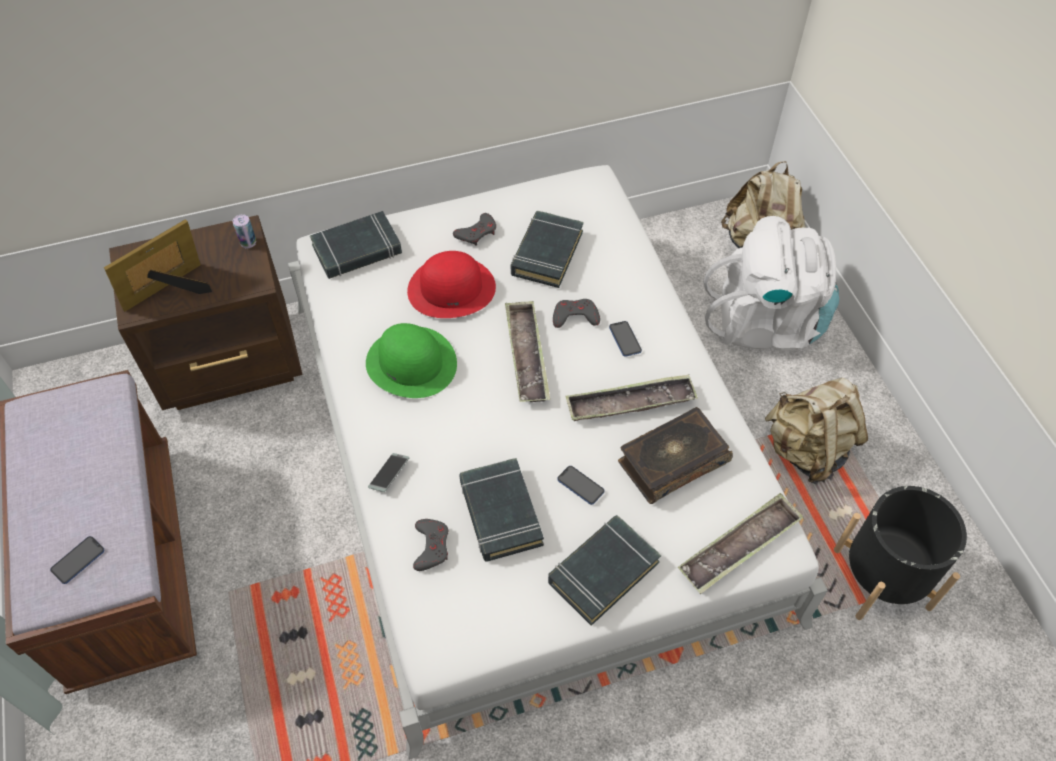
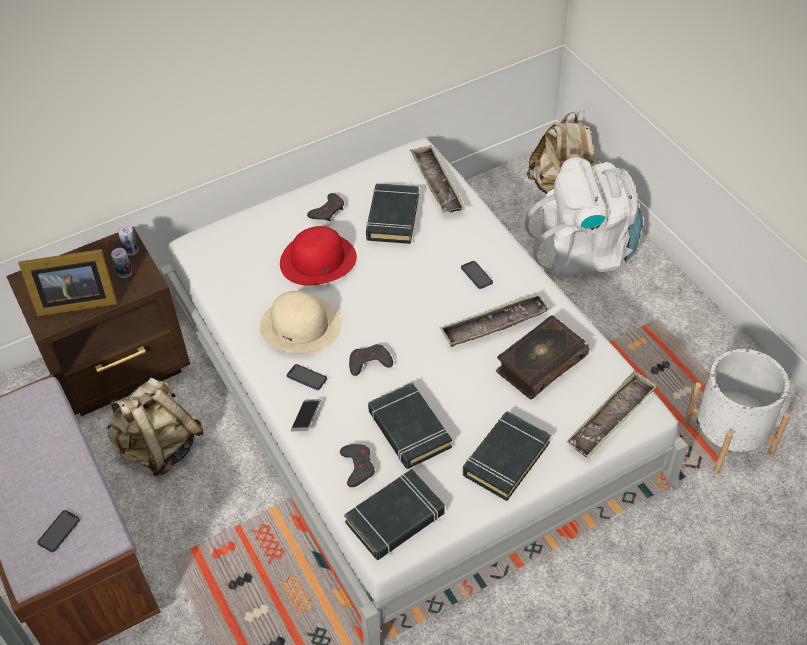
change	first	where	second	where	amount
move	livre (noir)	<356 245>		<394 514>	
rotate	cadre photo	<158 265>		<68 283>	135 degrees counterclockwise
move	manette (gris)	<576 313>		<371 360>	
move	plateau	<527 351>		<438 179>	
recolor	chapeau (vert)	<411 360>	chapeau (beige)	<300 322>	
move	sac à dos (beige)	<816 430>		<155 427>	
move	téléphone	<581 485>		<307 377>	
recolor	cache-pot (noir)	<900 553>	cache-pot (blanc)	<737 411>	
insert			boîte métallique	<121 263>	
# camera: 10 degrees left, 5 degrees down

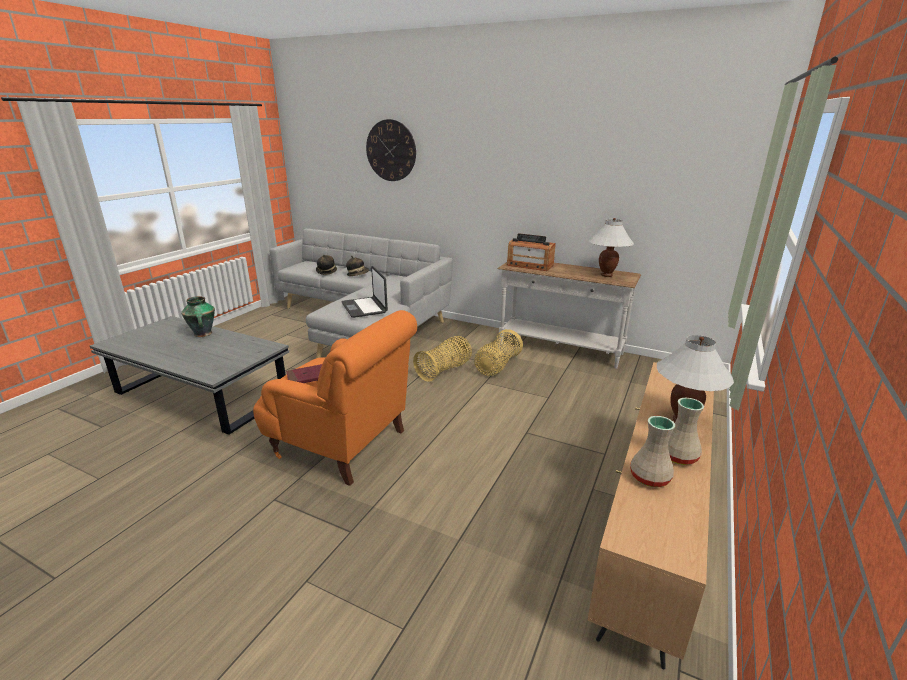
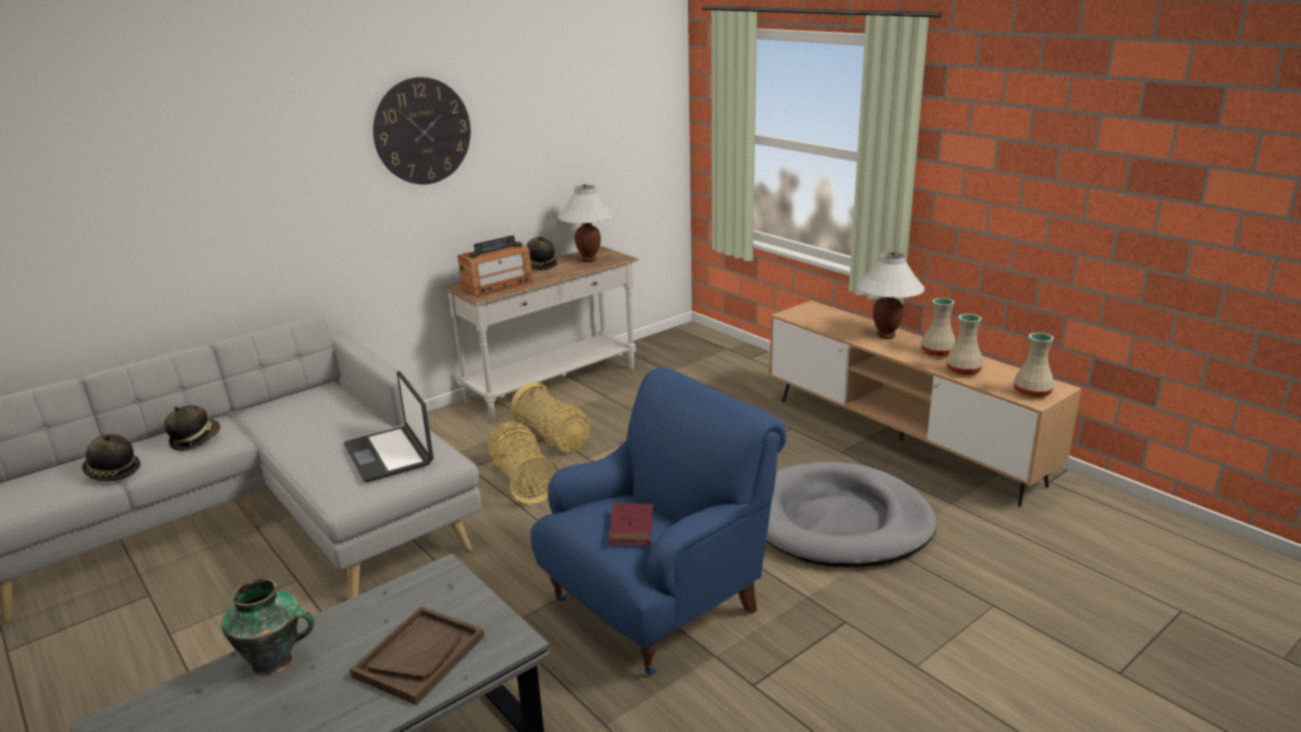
change	first	where	second	where	amount
move	horloge murale	<391 150>		<422 130>	
rotate	ordinateur portable	<364 292>		<389 426>	60 degrees clockwise
recolor	fauteuil (orange)	<335 398>	fauteuil (bleu)	<658 521>	
insert			chapeau	<541 253>	
insert			vase (beige)	<1034 365>	
insert			panier pour chien (gris)	<851 515>	
insert			plateau (marron)	<417 655>	
# camera: 65 degrees left, 0 degrees up

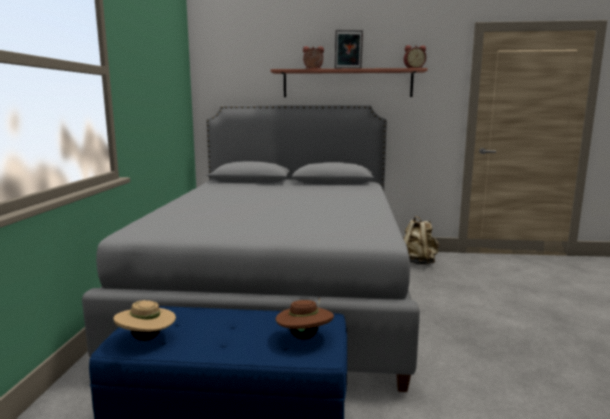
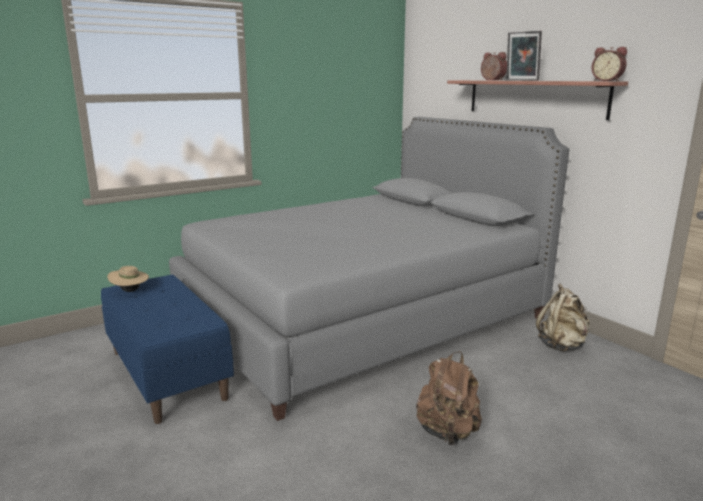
change	first	where	second	where	amount
delete	chapeau (marron)	<305 319>			
insert			sac à dos (marron)	<449 398>	
# camera: 50 degrees right, 5 degrees up

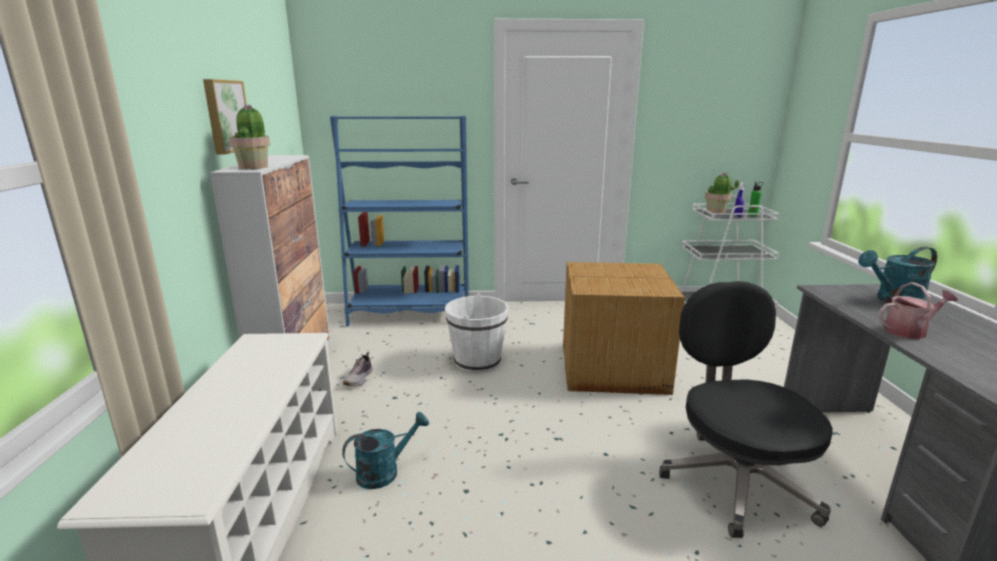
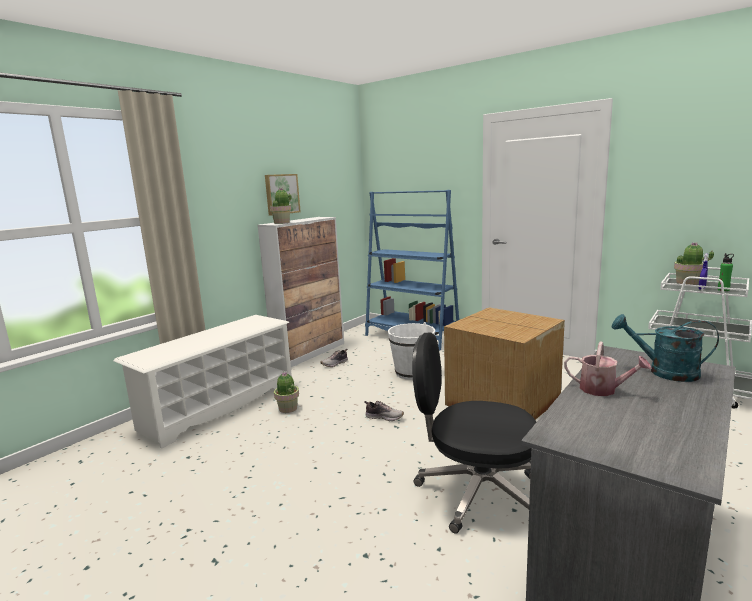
change	first	where	second	where	amount
rotate	chaise de bureau (noir)	<746 409>		<474 433>	105 degrees counterclockwise
replace	arrosoir (turquoise)	<385 450>	plante en pot	<286 392>	
insert			chaussure	<384 411>	
# camera: 40 degrees right, 5 degrees down

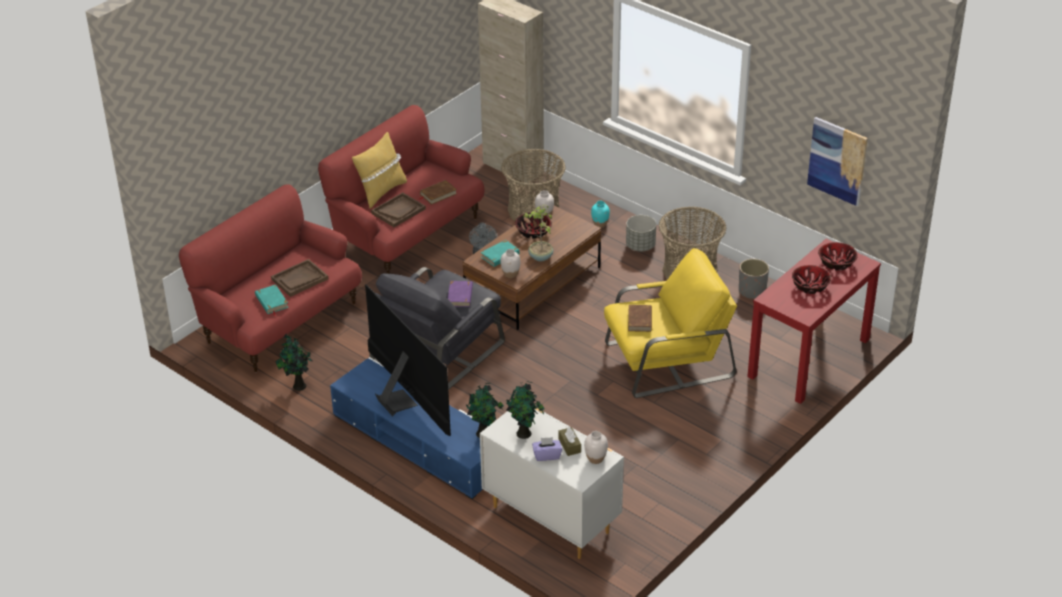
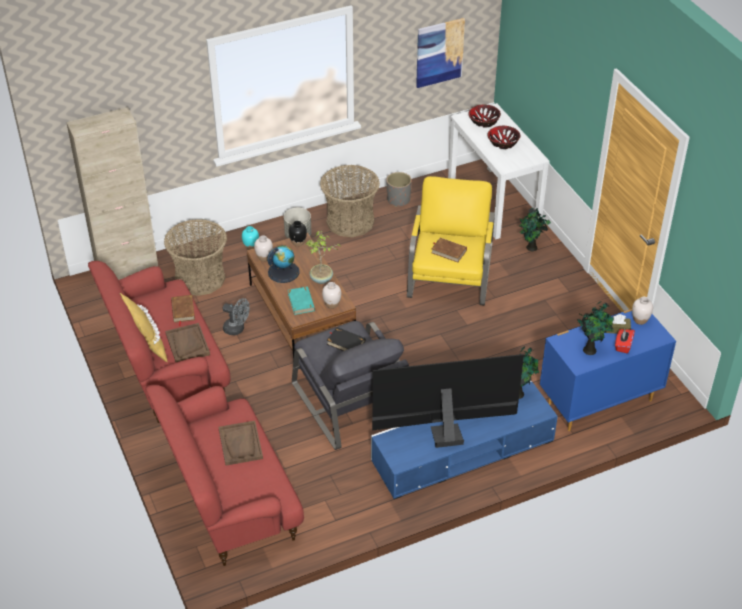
change	first	where	second	where	amount
replace	bol	<533 225>	globe	<283 264>	
recolor	table console (rouge)	<814 321>	table console (blanc)	<499 171>	
recolor	livre (violet)	<460 294>	livre (noir)	<346 339>	
delete	livre (turquoise)	<272 300>			
move	plante en pot	<294 362>		<535 229>	
recolor	commode (blanc)	<552 483>	commode (bleu)	<608 370>	
recolor	boîte à mouchoirs (violet)	<547 449>	boîte à mouchoirs (rouge)	<625 341>	
insert			vase (noir)	<298 234>	
# camera: 65 degrees left, 5 degrees up

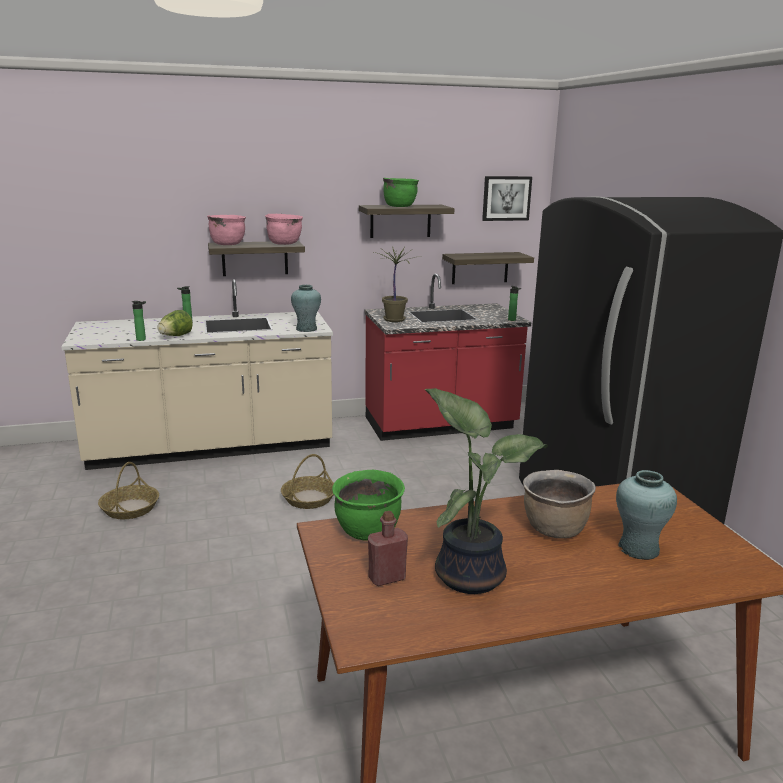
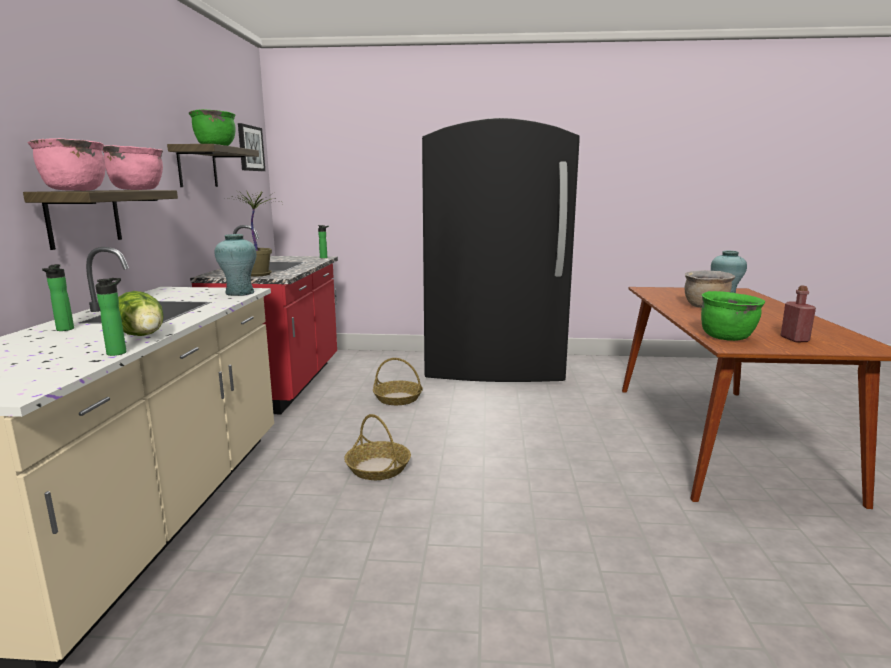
change	first	where	second	where	amount
delete	étagère	<488 268>			
delete	plante en pot	<486 491>			
move	panier	<128 490>		<398 381>	
# camera: 70 degrees left, 5 degrees down

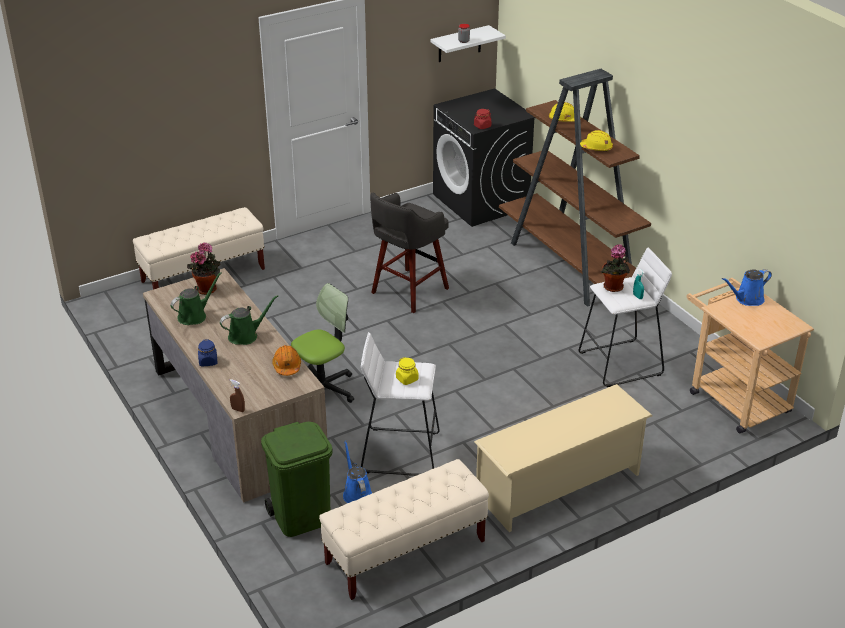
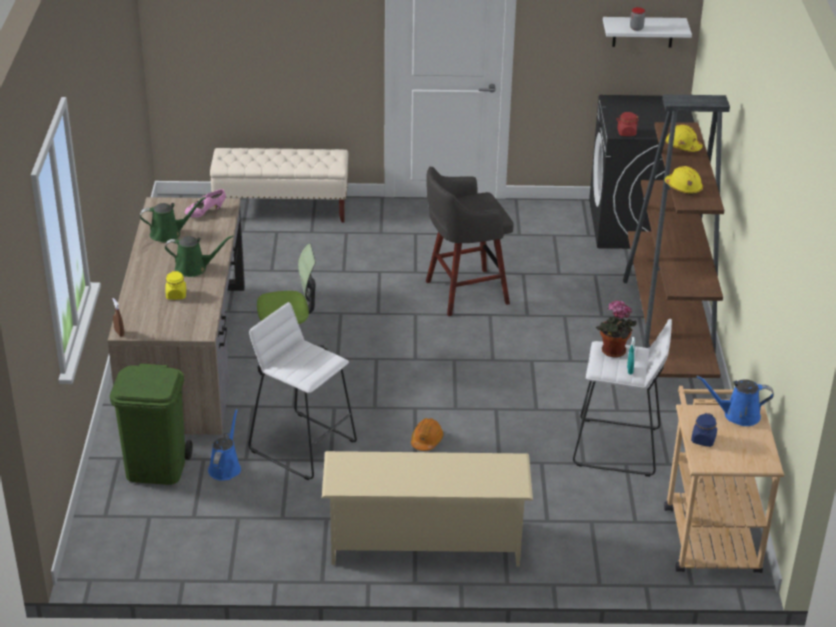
change	first	where	second	where	amount
replace	plante en pot	<204 268>	chaussure (rose)	<205 203>	
move	bocal (bleu)	<207 352>		<704 430>	
move	casque de chantier (orange)	<286 360>		<427 434>	
move	bocal (jaune)	<407 371>		<175 285>	
delete	banc (beige)	<404 529>			
# camera: 30 degrees right, 0 degrees up

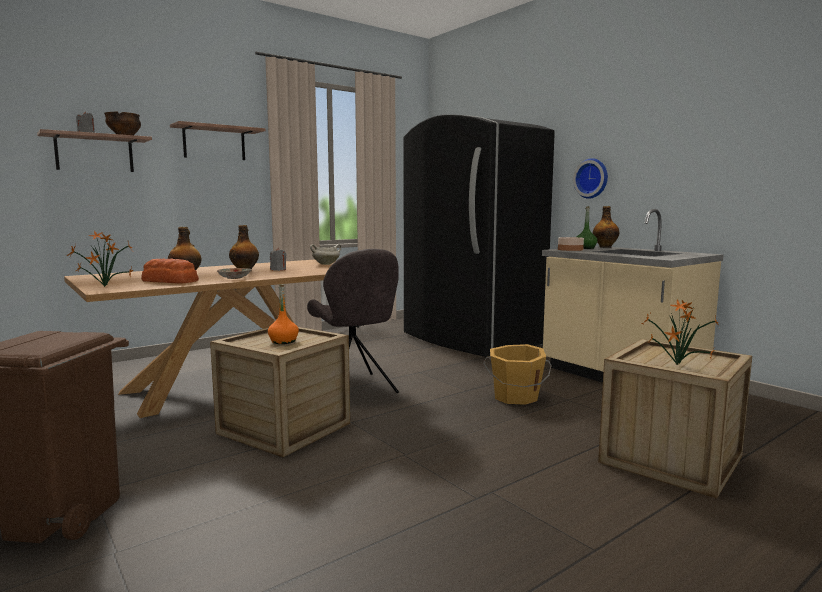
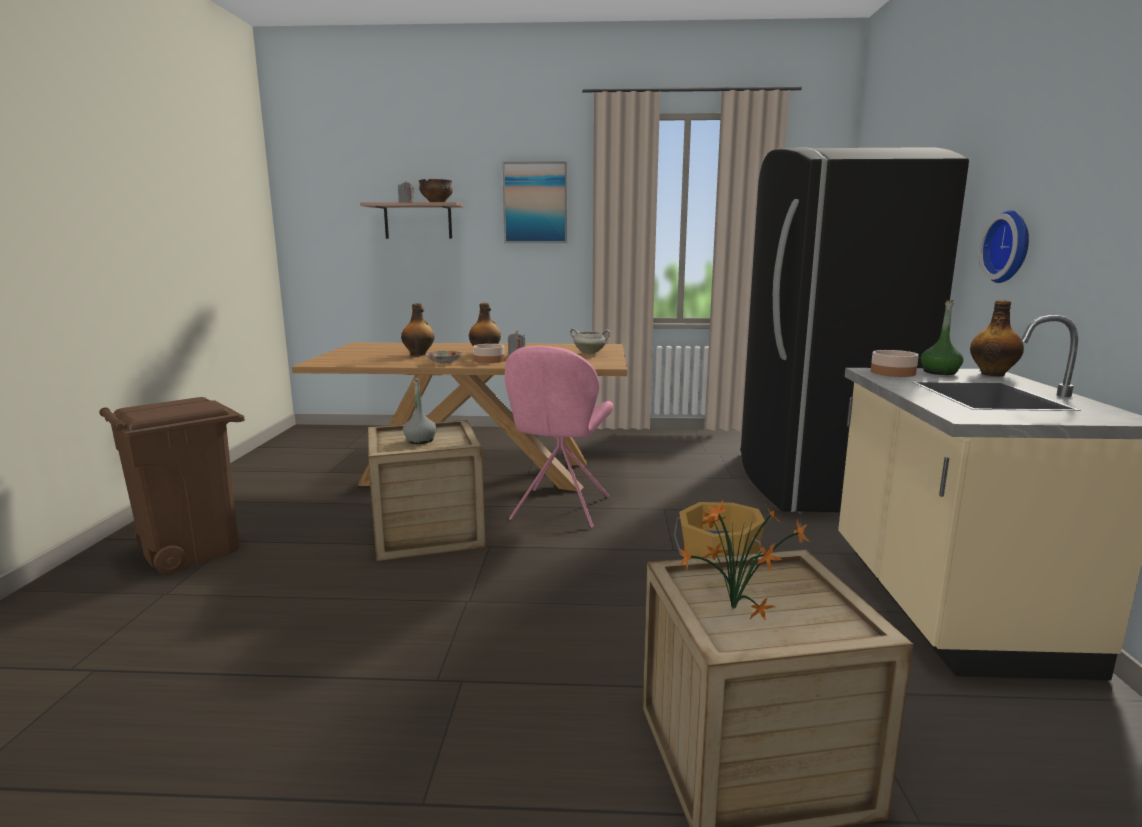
change	first	where	second	where	amount
replace	étagère	<217 140>	tableau	<534 202>	
delete	plante en pot	<100 259>			
recolor	chaise (gris)	<353 321>	chaise (rose)	<559 437>	
delete	pain	<170 271>			
recolor	bouteille (orange)	<283 314>	bouteille (gris)	<420 411>	
insert			bol	<488 353>	
# camera: 40 degrees right, 5 degrees up

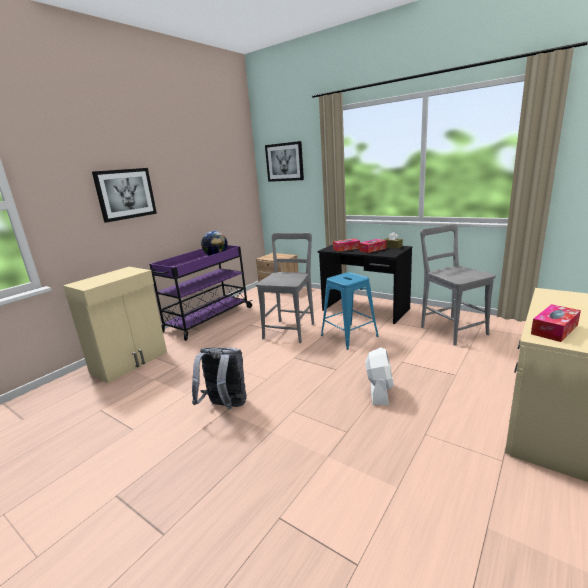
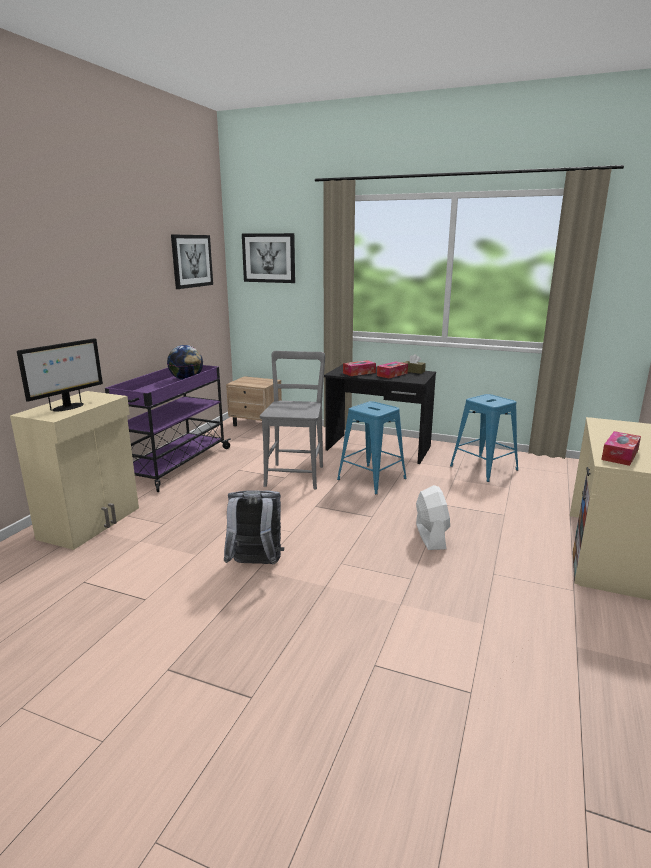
change	first	where	second	where	amount
move	tableau	<124 195>		<192 262>	
replace	chaise (gris)	<458 285>	tabouret (bleu)	<484 438>	
insert			écran d'ordinateur	<60 375>	
# camera: 15 degrees left, 0 degrees up

